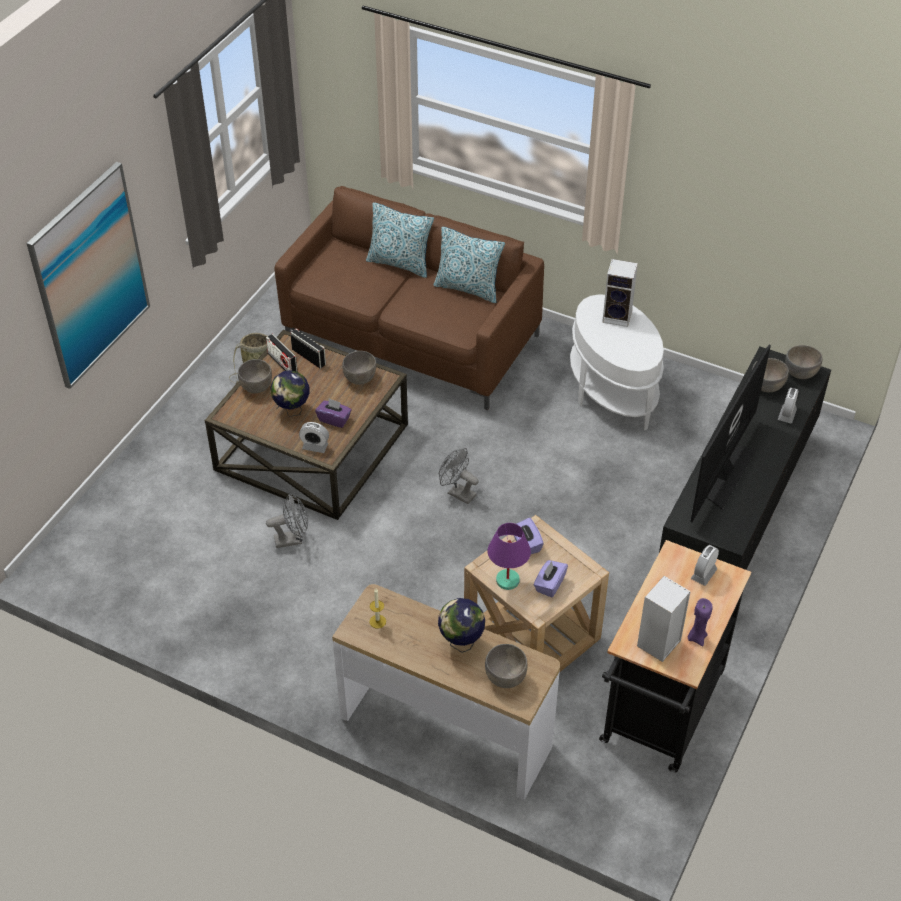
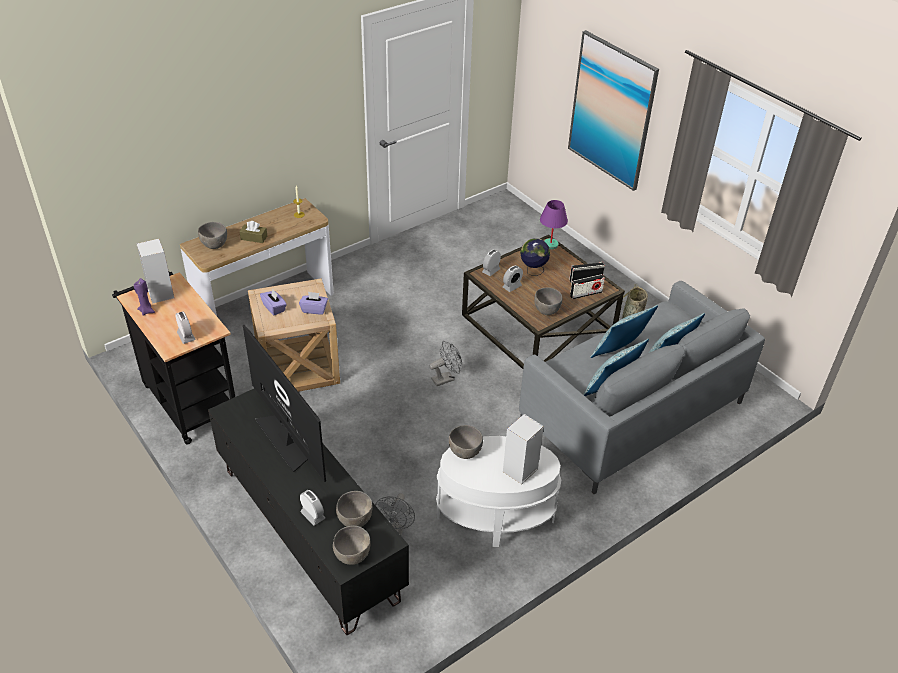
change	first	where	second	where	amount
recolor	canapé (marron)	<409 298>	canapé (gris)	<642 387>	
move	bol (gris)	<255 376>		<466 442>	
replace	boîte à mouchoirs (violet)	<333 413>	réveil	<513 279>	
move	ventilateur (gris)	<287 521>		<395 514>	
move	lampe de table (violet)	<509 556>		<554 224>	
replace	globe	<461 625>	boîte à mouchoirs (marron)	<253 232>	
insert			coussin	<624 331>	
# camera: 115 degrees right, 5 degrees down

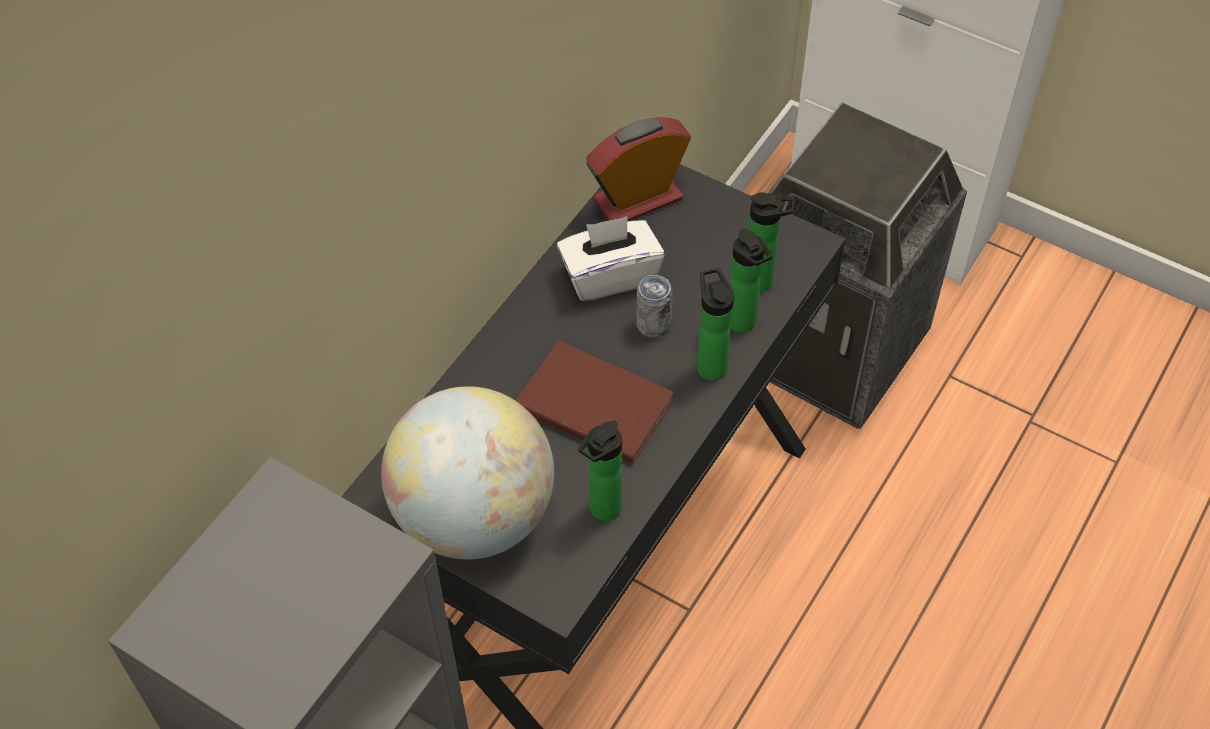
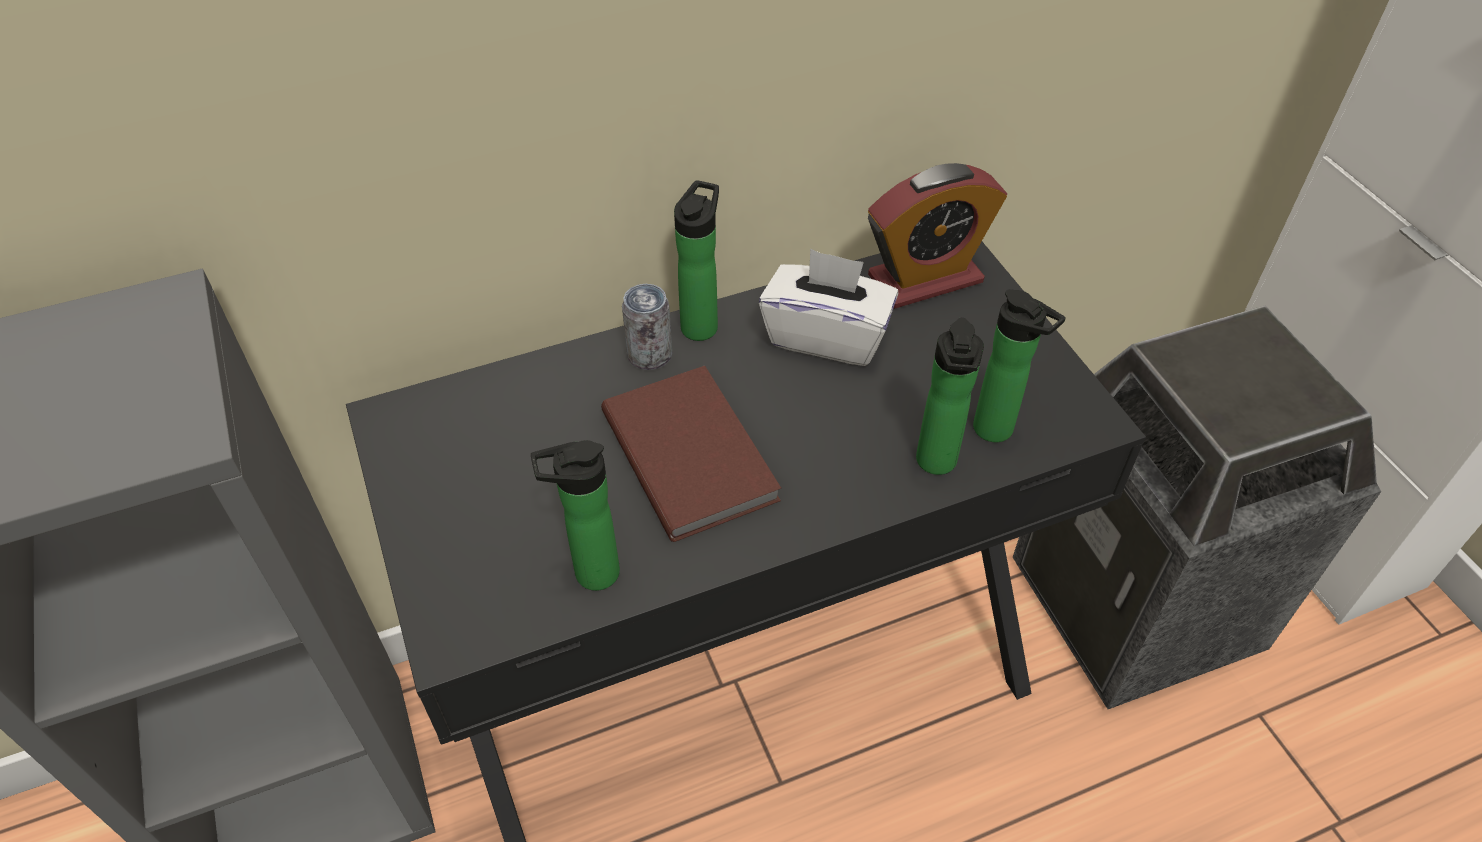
change	first	where	second	where	amount
rotate	réveil	<638 169>		<937 236>	150 degrees clockwise
move	bouteille	<715 324>		<696 260>	
move	boîte métallique	<654 306>		<647 327>	
delete	globe	<467 472>			
# camera: 35 degrees right, 5 degrees down

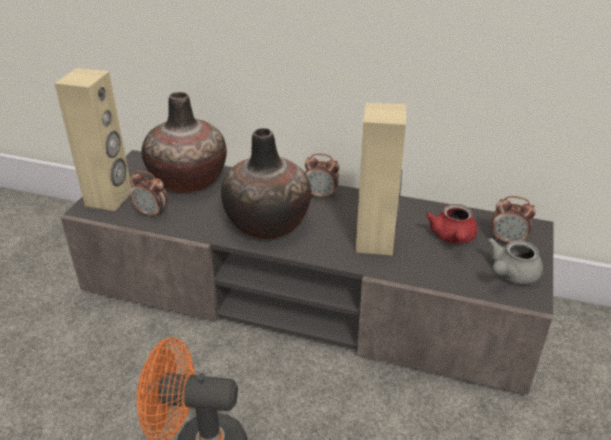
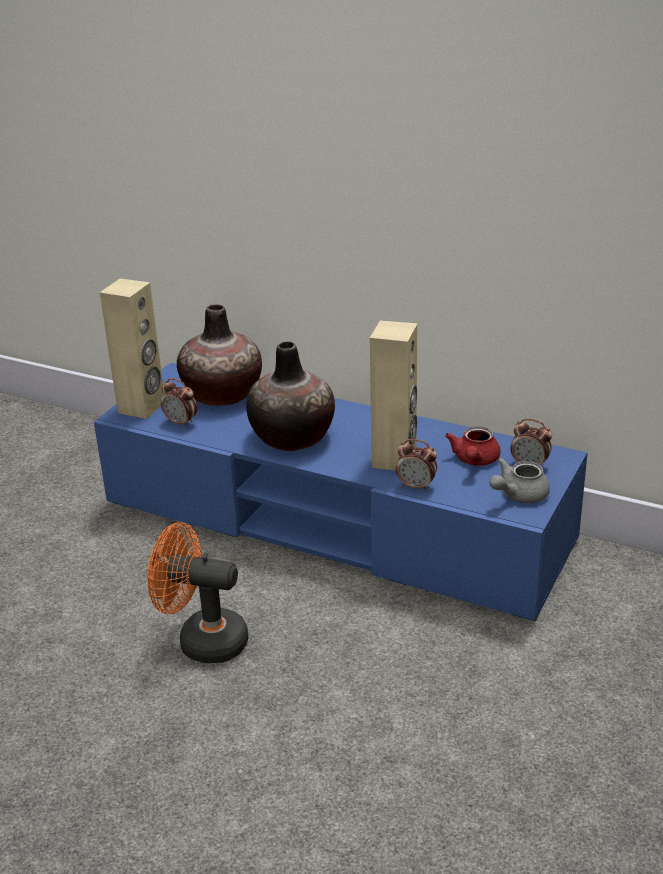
change	first	where	second	where	amount
recolor	meuble télé (gris)	<307 272>	meuble télé (bleu)	<341 492>	
move	réveil	<322 176>		<416 465>	
# camera: 10 degrees right, 5 degrees down

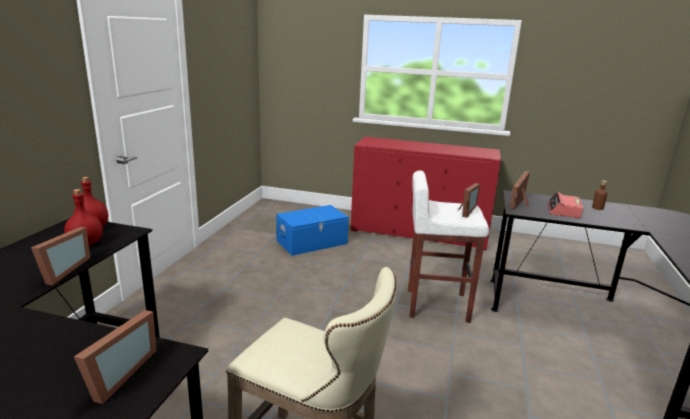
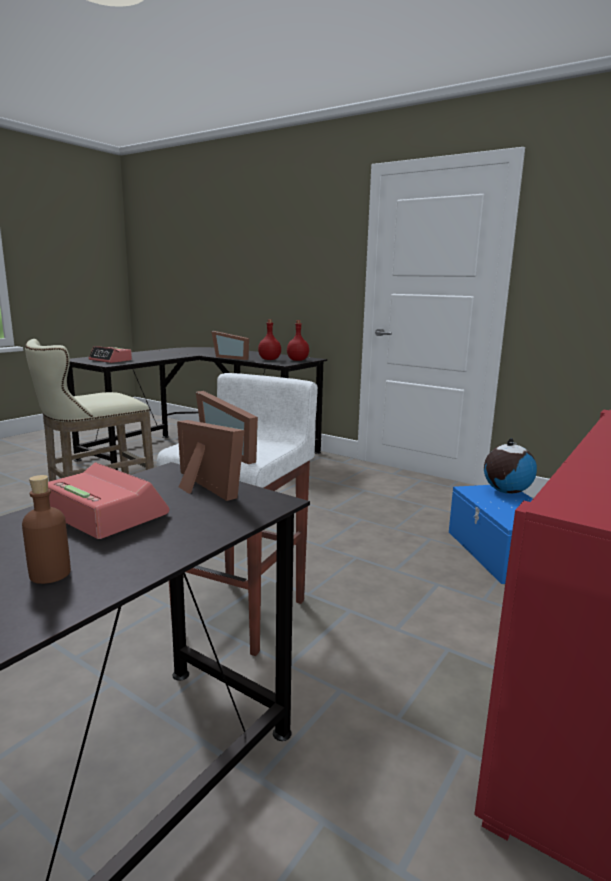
change	first	where	second	where	amount
replace	cadre photo	<115 357>	réveil	<110 354>	
insert			globe	<510 466>	
# camera: 110 degrees right, 5 degrees down

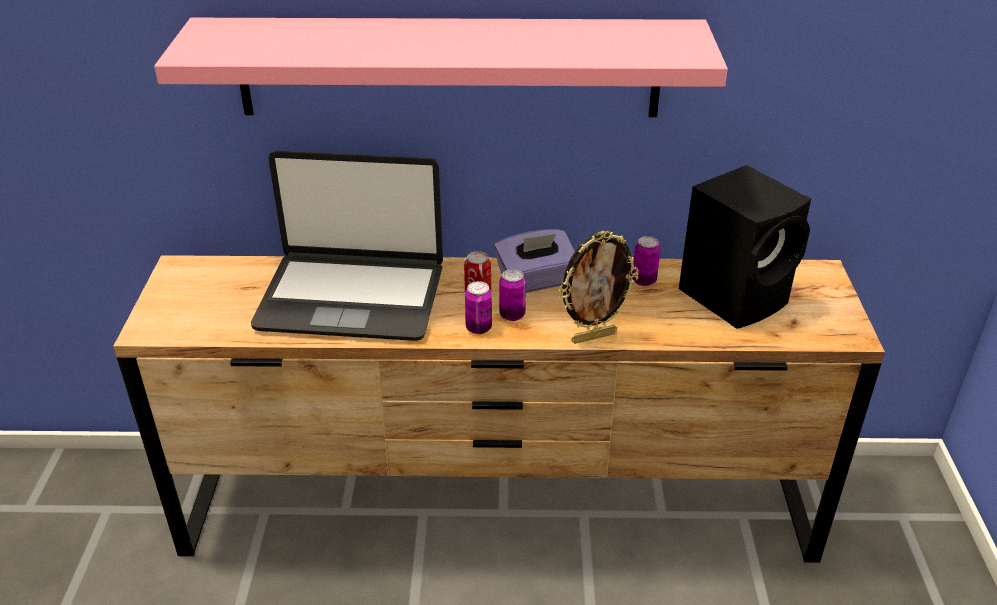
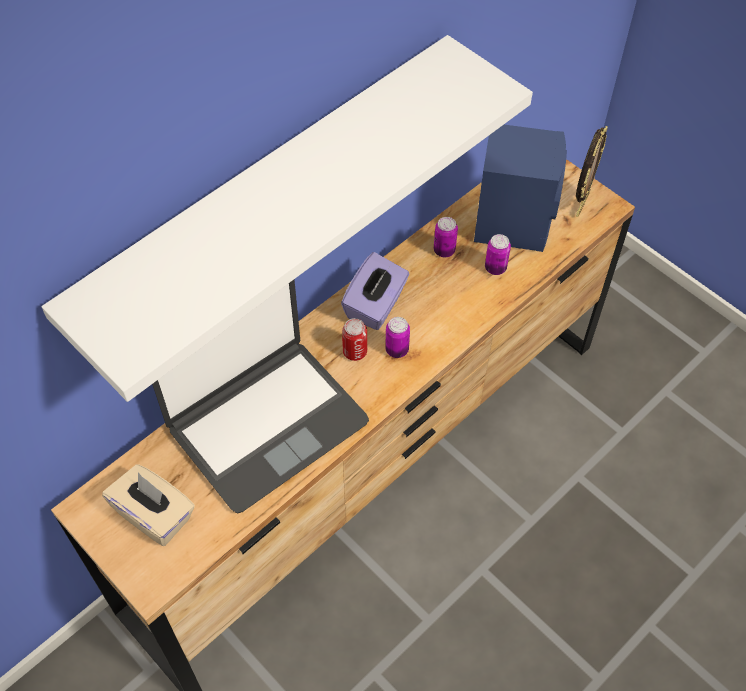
change	first	where	second	where	amount
recolor	étagère (rose)	<441 67>	étagère (blanc)	<287 218>	
recolor	enceinte (noir)	<745 247>	enceinte (bleu)	<520 188>	
move	cadre photo	<599 287>		<592 171>	
move	boîte métallique	<478 307>		<498 254>	
insert			boîte à mouchoirs (beige)	<148 505>	
# camera: 45 degrees left, 20 degrees up

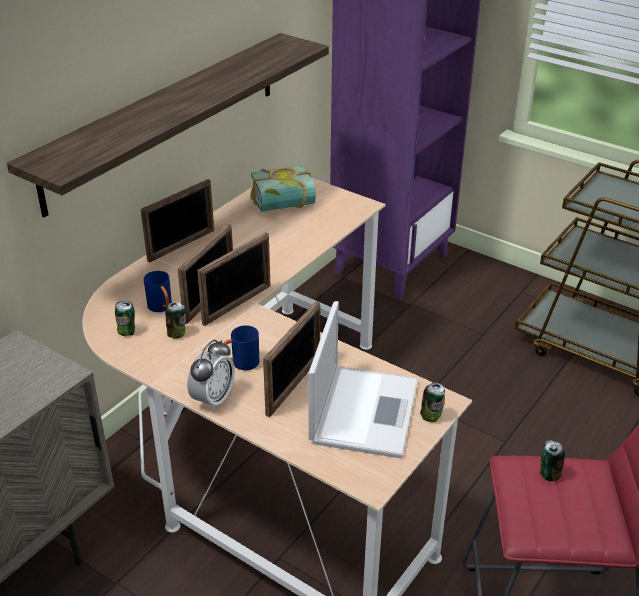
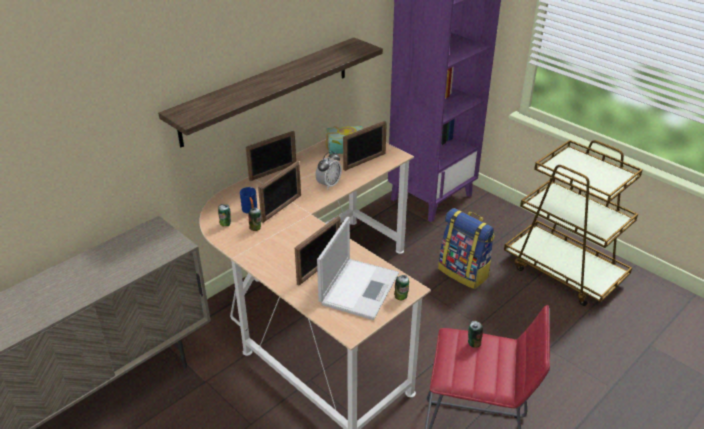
change	first	where	second	where	amount
move	cadre photo	<234 279>		<365 146>	
delete	mug (bleu)	<241 347>			
move	réveil	<211 375>		<329 170>	
insert			sac à dos	<466 248>	
# camera: 10 degrees right, 0 degrees up

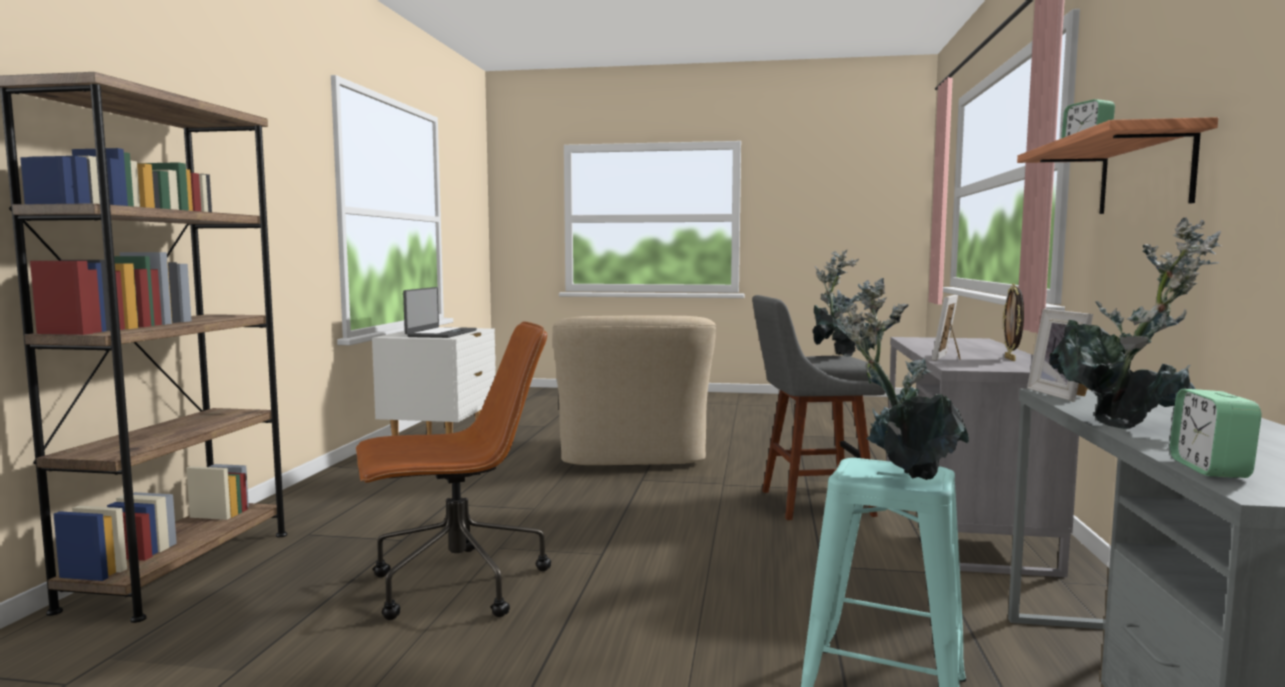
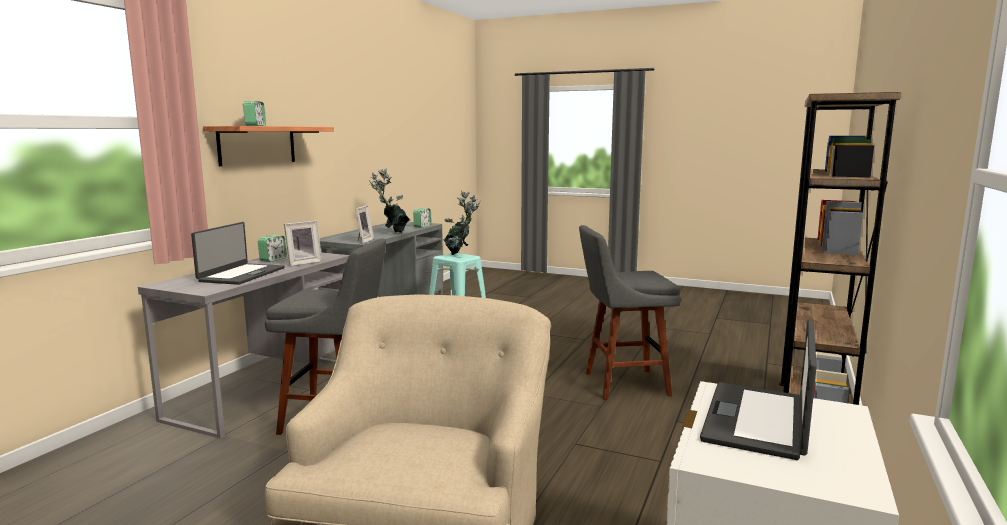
change	first	where	second	where	amount
delete	plante en pot	<841 303>			
replace	cadre photo	<1013 322>	réveil	<272 248>	
replace	chaise de bureau (marron)	<453 471>	tabouret (gris)	<630 312>	
insert			ordinateur portable	<238 253>	
# camera: 165 degrees left, 5 degrees up

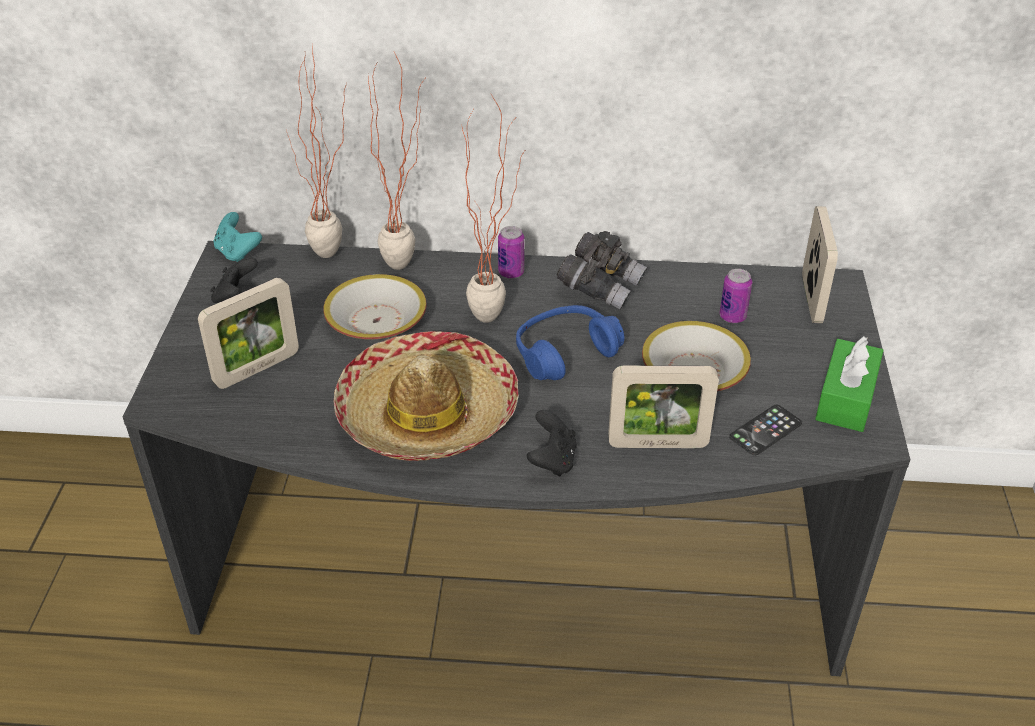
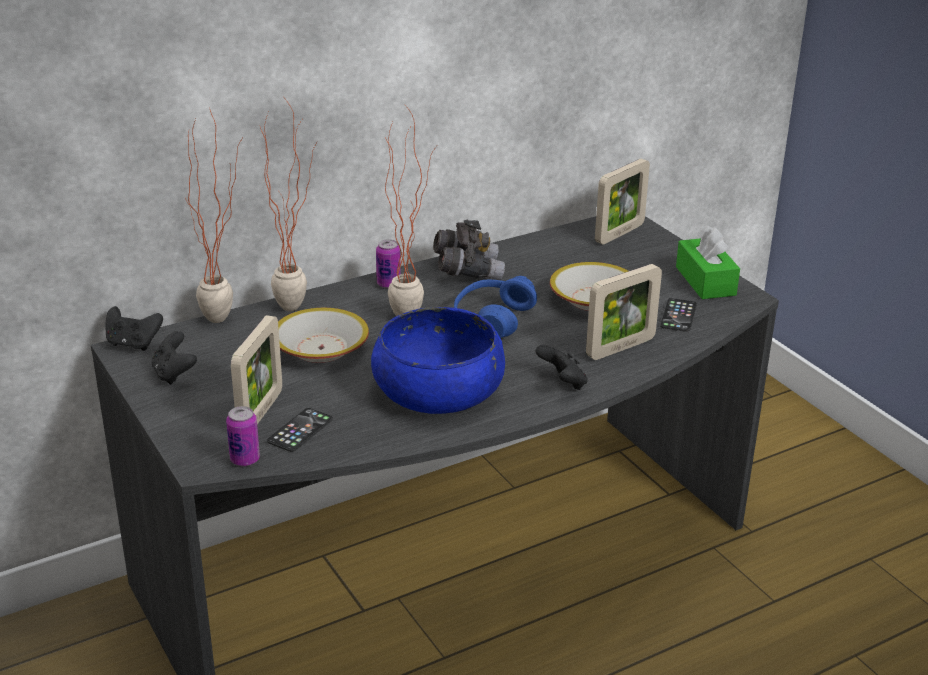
change	first	where	second	where	amount
rotate	cadre photo	<820 264>		<622 202>	75 degrees clockwise
recolor	manette (turquoise)	<238 237>	manette (noir)	<134 328>	
move	boîte métallique	<736 296>		<243 436>	
replace	chapeau	<426 396>	bol (bleu)	<438 360>	
insert			téléphone	<300 430>	
# camera: 35 degrees left, 10 degrees down

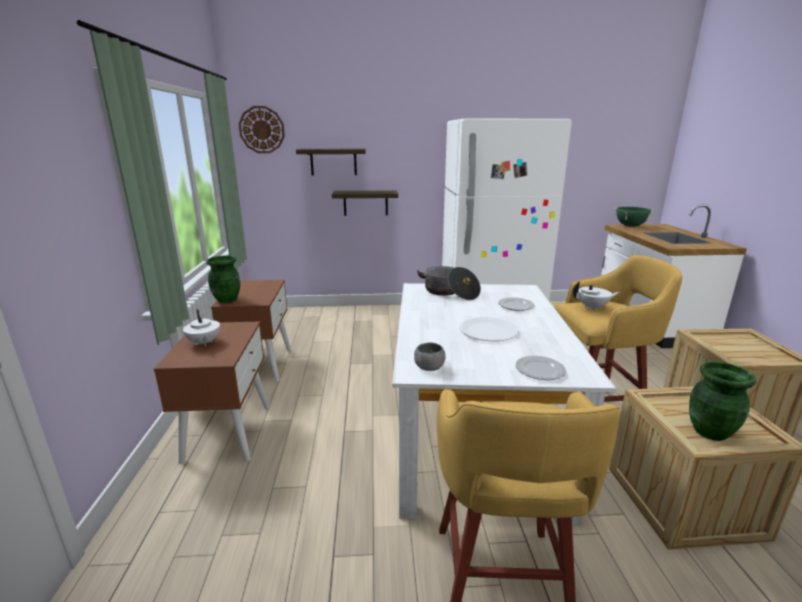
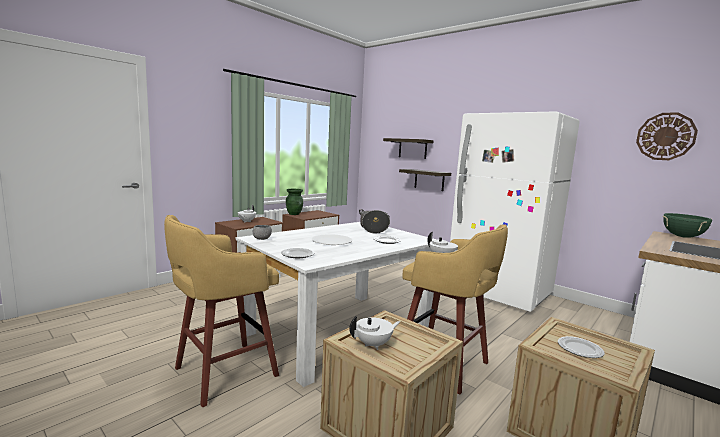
change	first	where	second	where	amount
move	horloge murale	<262 129>		<667 136>	
replace	vase (vert)	<722 401>	théière (blanc)	<374 333>	
insert			assiette	<581 347>	
# camera: 45 degrees right, 10 degrees down

